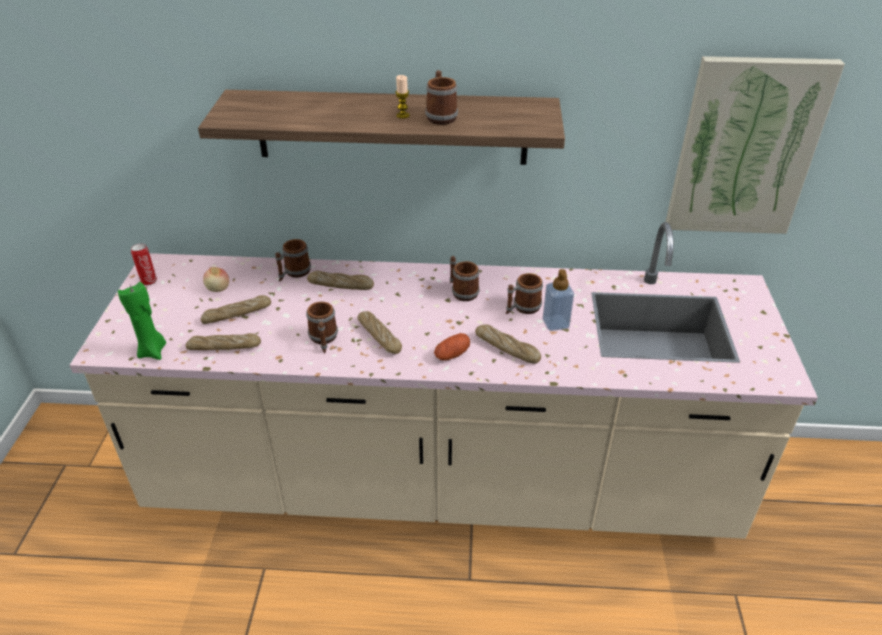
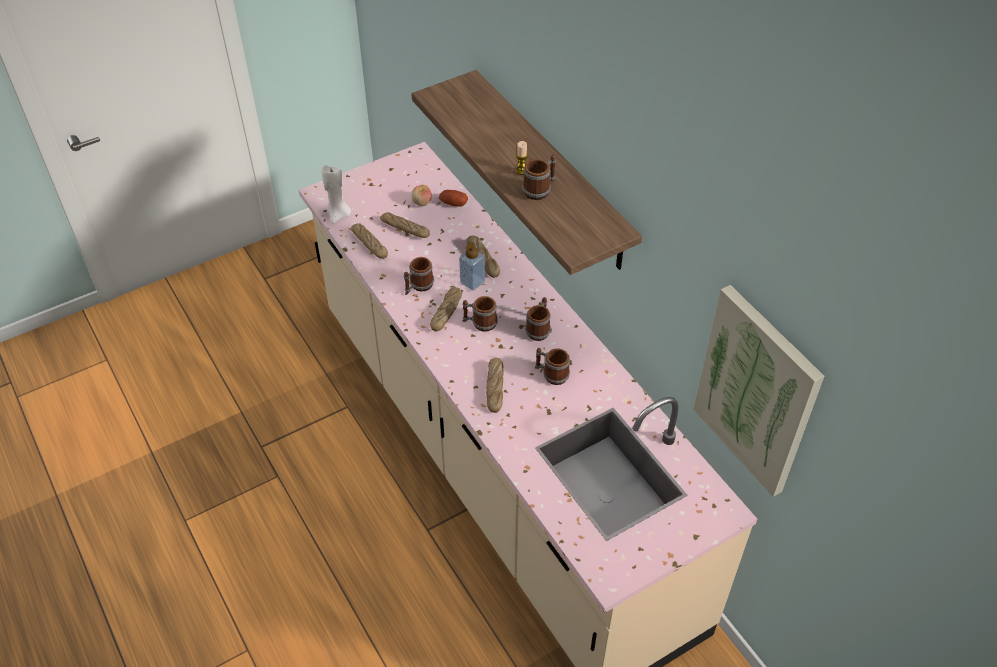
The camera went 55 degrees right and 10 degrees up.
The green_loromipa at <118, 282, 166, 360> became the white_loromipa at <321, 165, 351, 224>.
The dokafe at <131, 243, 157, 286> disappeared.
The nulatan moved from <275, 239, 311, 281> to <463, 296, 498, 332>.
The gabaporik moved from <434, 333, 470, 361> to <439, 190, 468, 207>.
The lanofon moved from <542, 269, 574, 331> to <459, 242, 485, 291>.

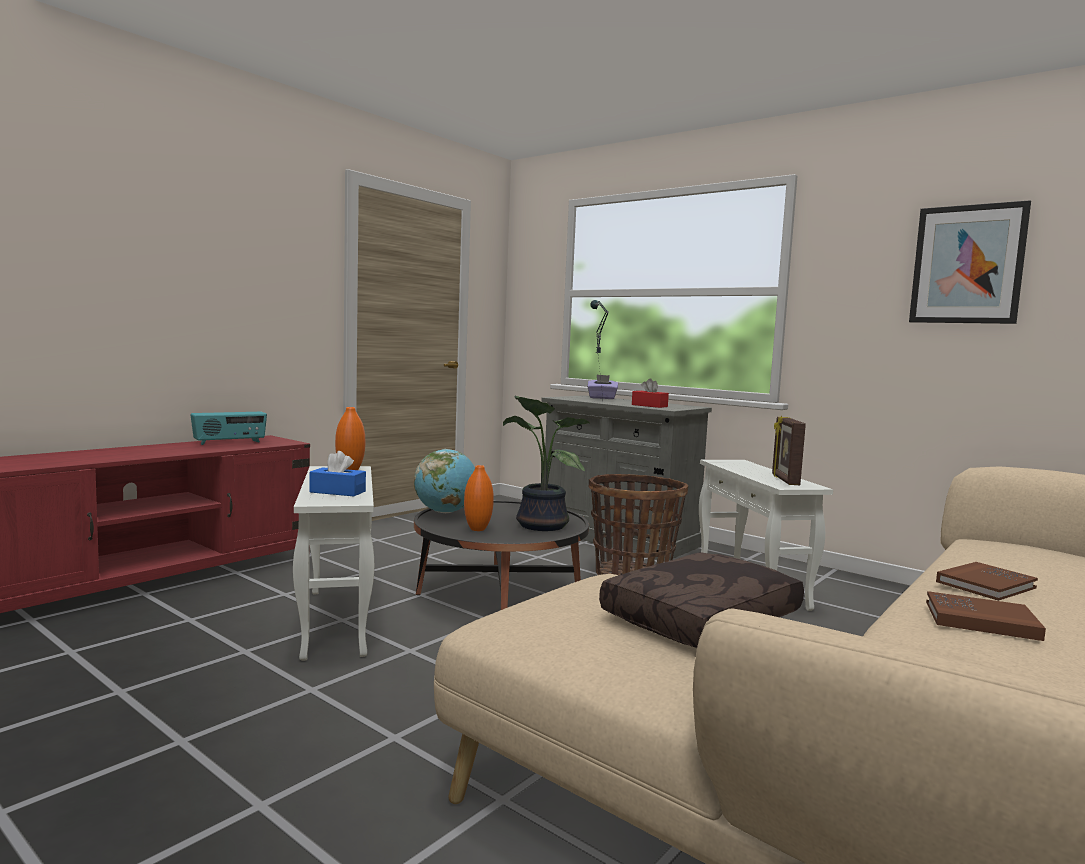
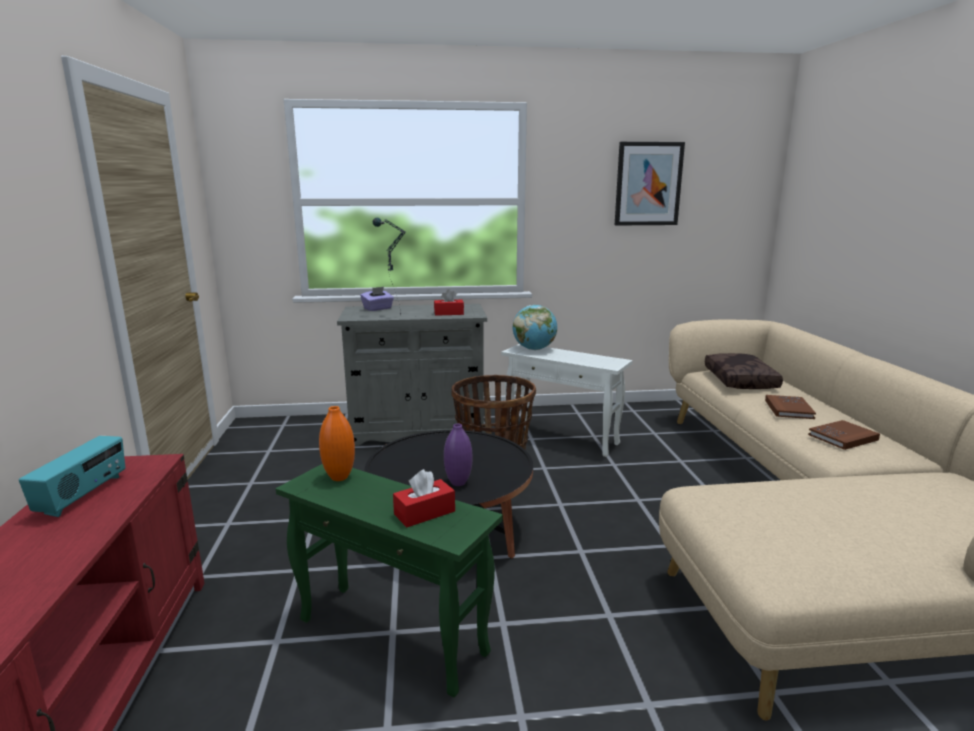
The camera went 45 degrees left and 10 degrees up.
The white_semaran at <293, 466, 374, 661> became the green_semaran at <276, 464, 503, 698>.
The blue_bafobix at <310, 451, 366, 496> became the red_bafobix at <393, 469, 455, 527>.
The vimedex moved from <414, 449, 475, 513> to <513, 305, 557, 350>.
The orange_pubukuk at <464, 465, 494, 531> became the purple_pubukuk at <444, 424, 473, 486>.
The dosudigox at <503, 396, 589, 531> disappeared.
The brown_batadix moved from <599, 552, 804, 648> to <705, 353, 783, 389>.
The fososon at <772, 416, 806, 485> disappeared.

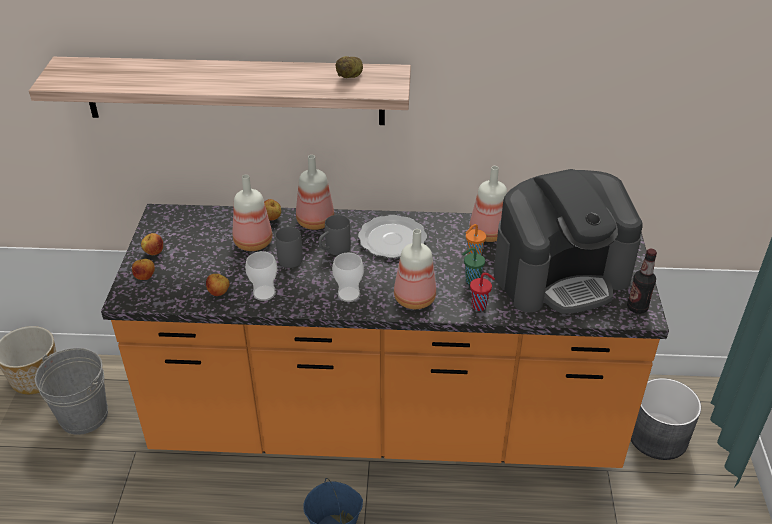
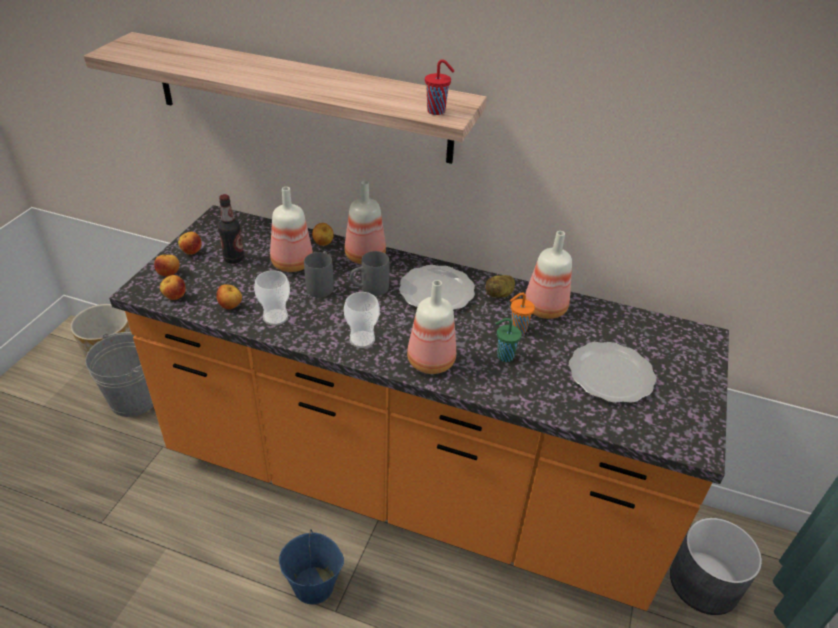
The camera went 15 degrees right and 0 degrees up.
The gabaporik moved from <336, 56, 363, 78> to <486, 275, 515, 298>.
The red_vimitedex moved from <470, 273, 495, 311> to <425, 59, 454, 115>.
The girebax at <494, 169, 643, 314> was replaced by the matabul at <569, 342, 657, 403>.
The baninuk moved from <627, 249, 657, 314> to <218, 194, 244, 264>.
The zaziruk at <160, 275, 186, 300> appeared.

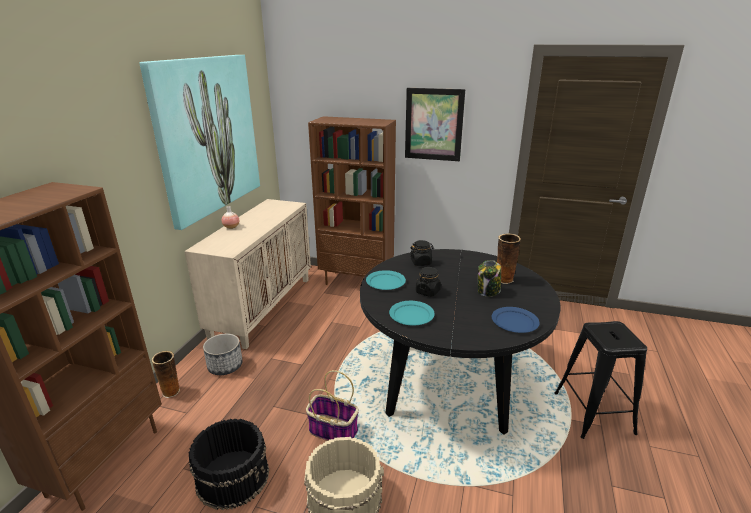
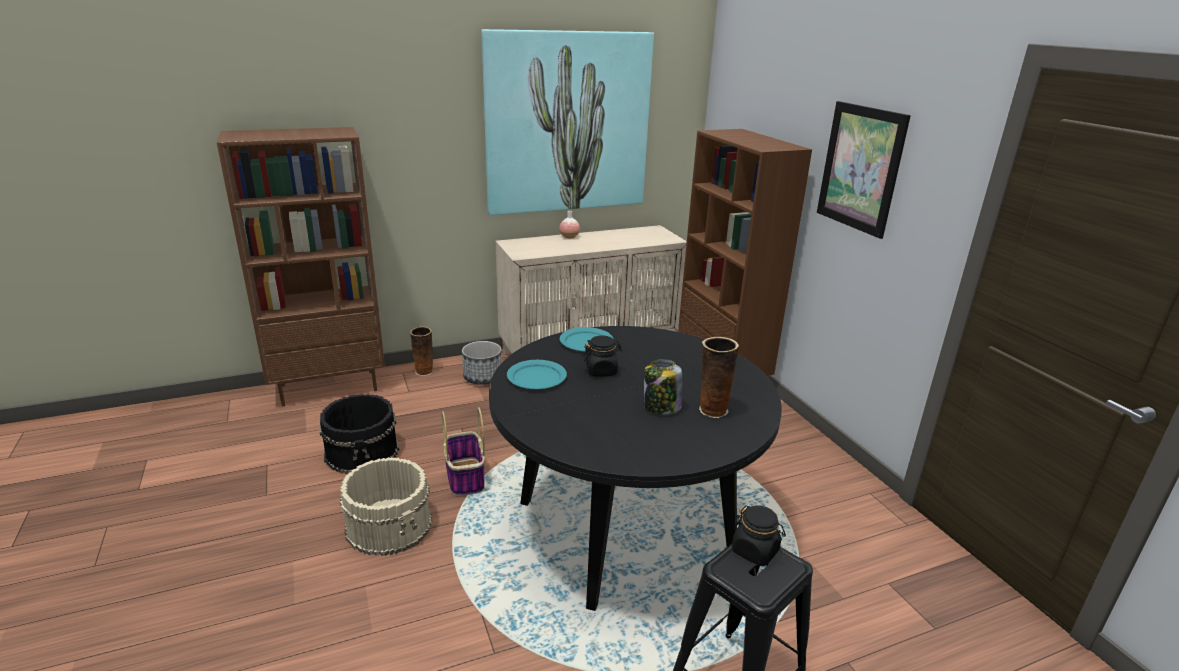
The camera went 50 degrees right and 0 degrees up.
The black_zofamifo moved from <410, 240, 434, 266> to <732, 505, 786, 566>.
The blue_matabul at <492, 307, 540, 333> disappeared.

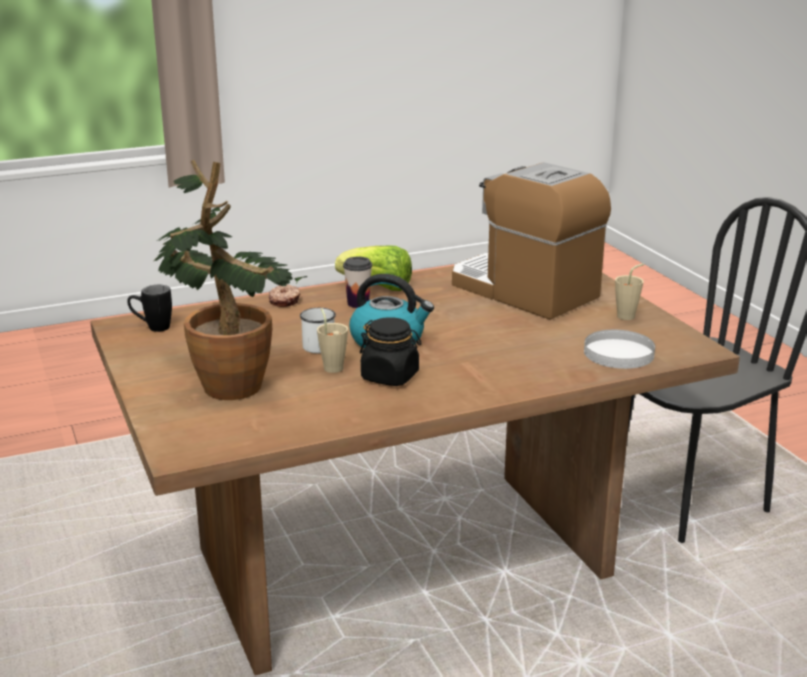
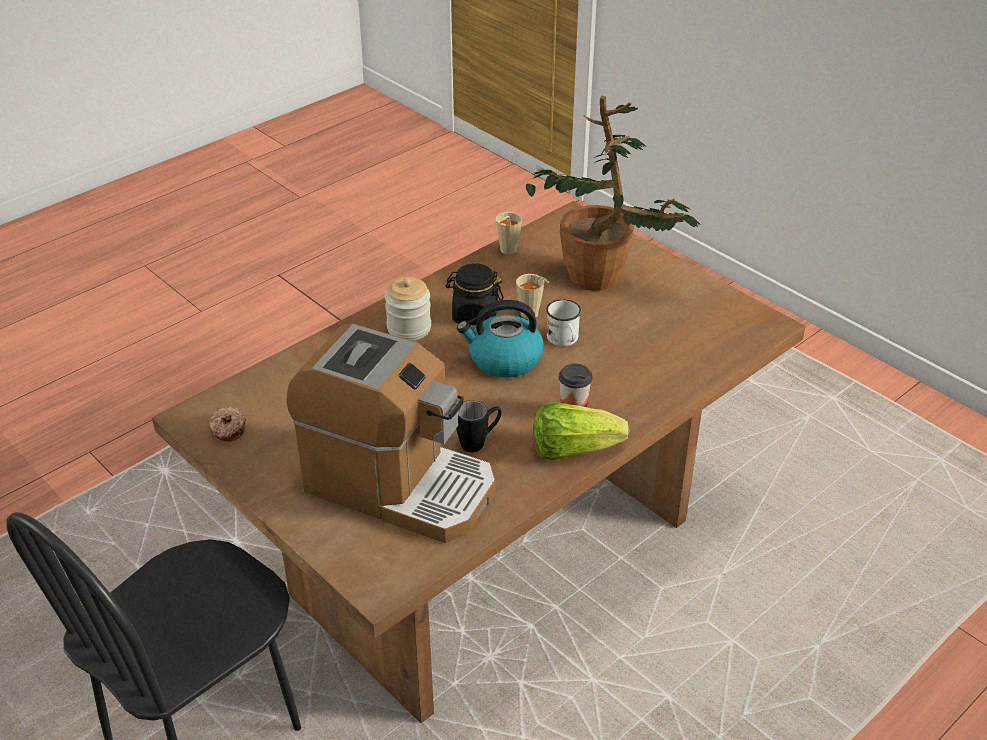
The camera went 160 degrees right and 15 degrees up.
The black_nulatan moved from <127, 285, 172, 332> to <456, 400, 502, 452>.
The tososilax moved from <269, 285, 300, 307> to <209, 407, 246, 441>.
The white_matabul at <584, 330, 655, 369> disappeared.
The beige_vimitedex moved from <615, 264, 644, 320> to <496, 212, 522, 254>.
The zofamifo at <385, 277, 431, 341> appeared.

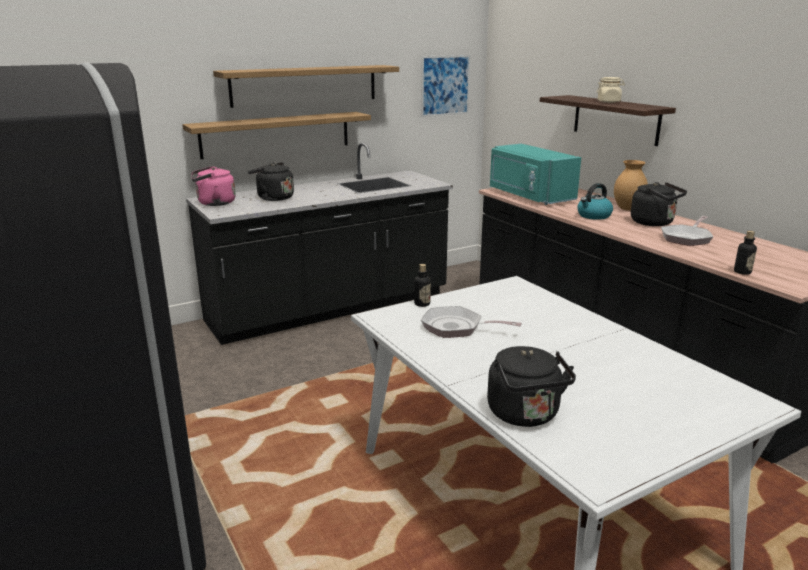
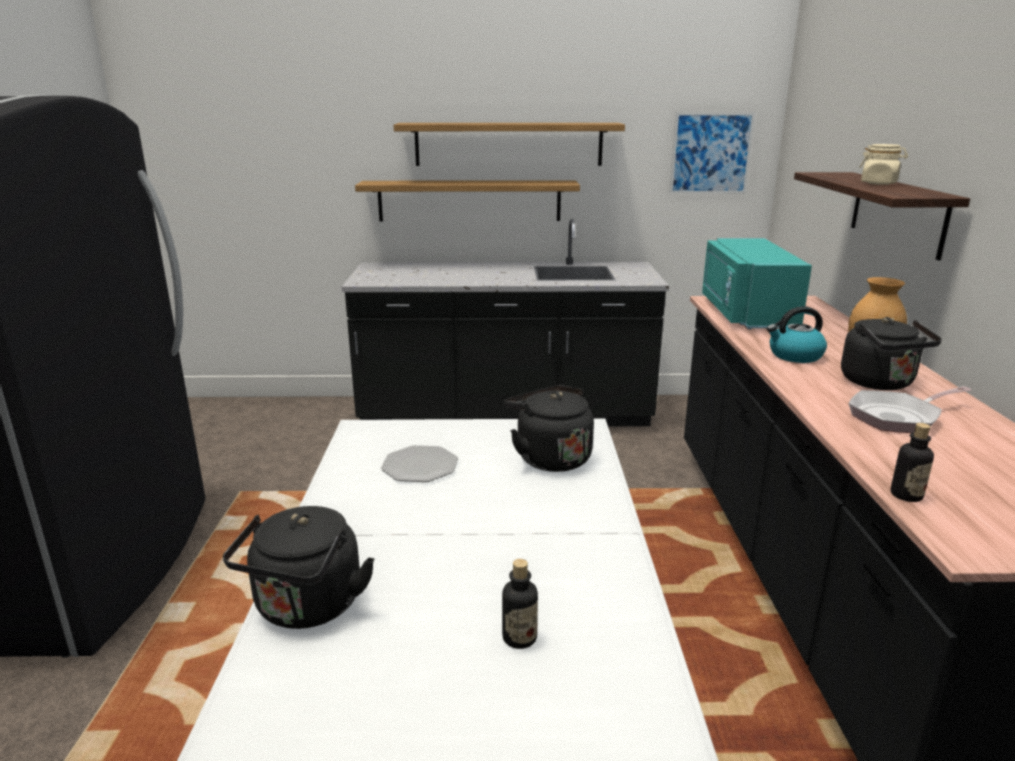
The camera went 30 degrees right and 0 degrees up.
The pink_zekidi at <192, 166, 236, 206> disappeared.
The black_zekidi moved from <248, 162, 294, 201> to <504, 385, 594, 472>.
The baninuk moved from <414, 264, 431, 307> to <502, 559, 538, 649>.
The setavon at <421, 306, 522, 338> was replaced by the matabul at <381, 445, 458, 482>.

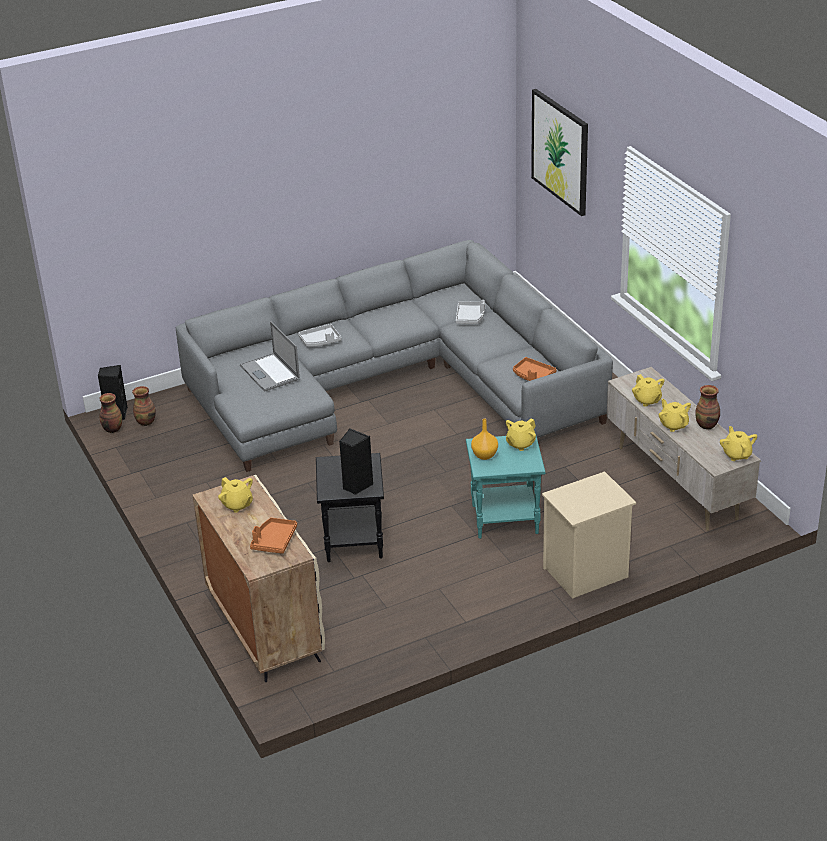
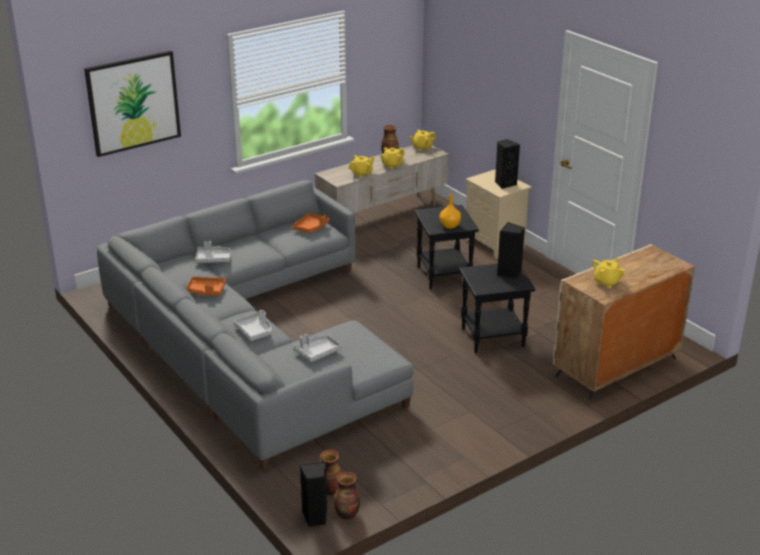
The camera went 100 degrees left and 5 degrees down.
The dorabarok at <240, 321, 300, 391> was replaced by the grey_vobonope at <294, 334, 342, 362>.
The orange_vobonope moved from <250, 518, 297, 554> to <186, 277, 226, 296>.
The turquoise_semaran at <466, 436, 545, 539> became the black_semaran at <414, 205, 479, 289>.
The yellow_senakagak at <506, 418, 536, 451> disappeared.
The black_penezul at <495, 139, 520, 189> appeared.

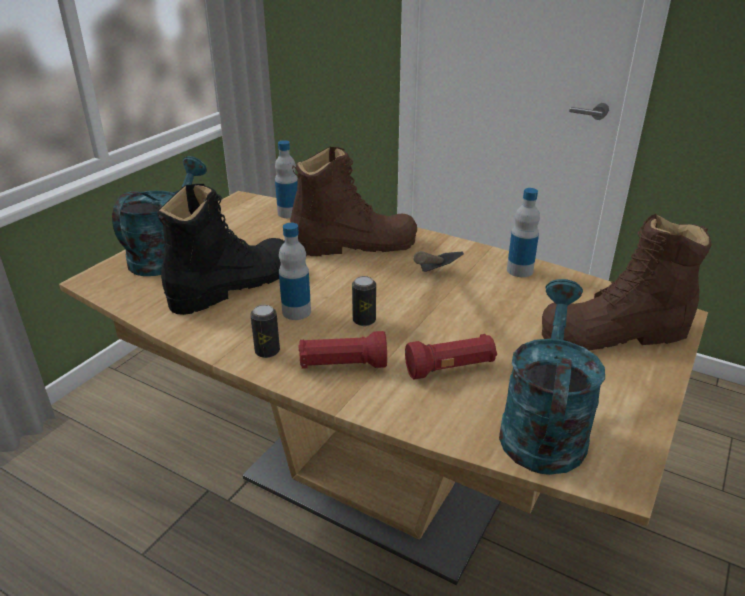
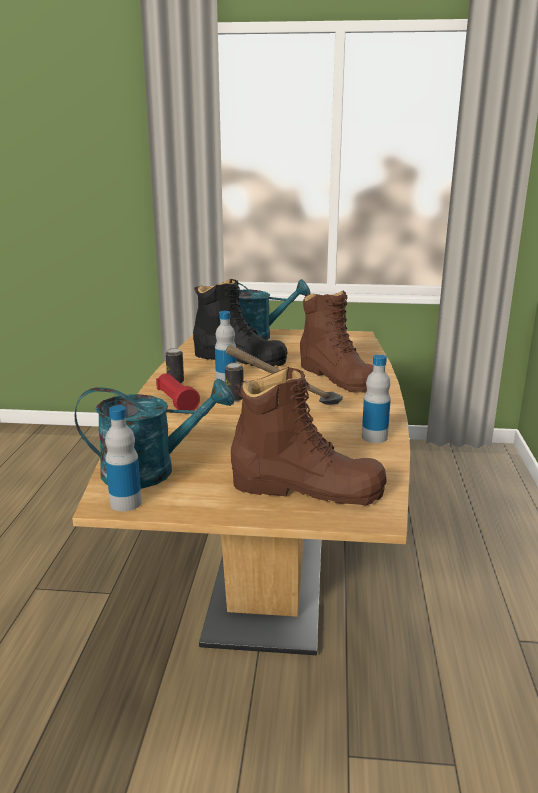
The camera went 65 degrees right and 10 degrees down.
The baninuk moved from <275, 140, 298, 218> to <105, 405, 142, 512>.
The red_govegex at <405, 334, 497, 379> disappeared.
The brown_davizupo at <542, 213, 712, 351> turned 135 degrees clockwise.

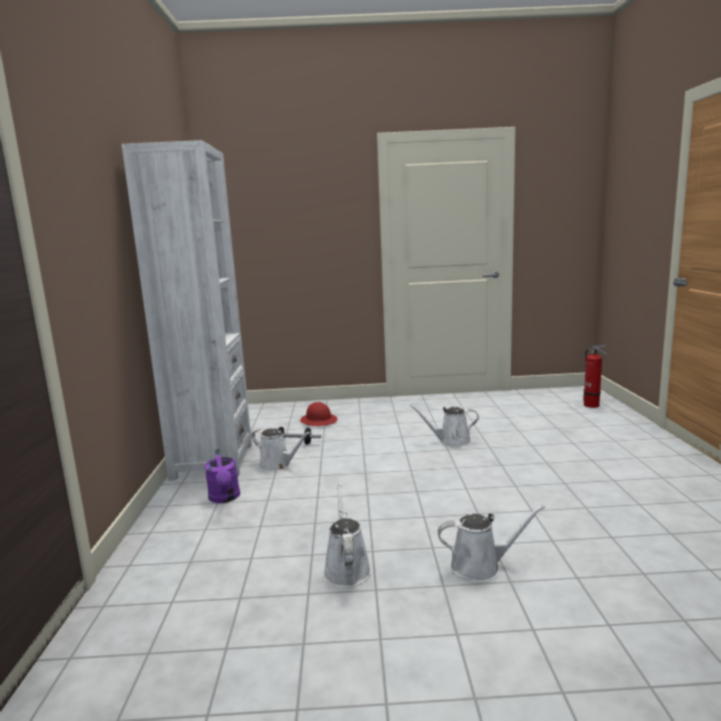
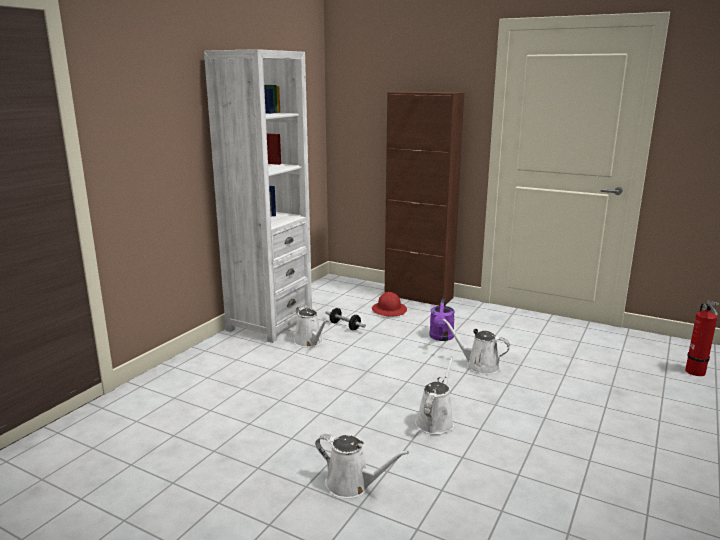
The camera went 30 degrees right and 5 degrees up.
The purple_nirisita moved from <205, 449, 240, 503> to <429, 299, 455, 341>.
The white_nirisita moved from <323, 484, 371, 588> to <415, 356, 454, 435>.
The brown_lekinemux at <385, 91, 464, 306> appeared.

